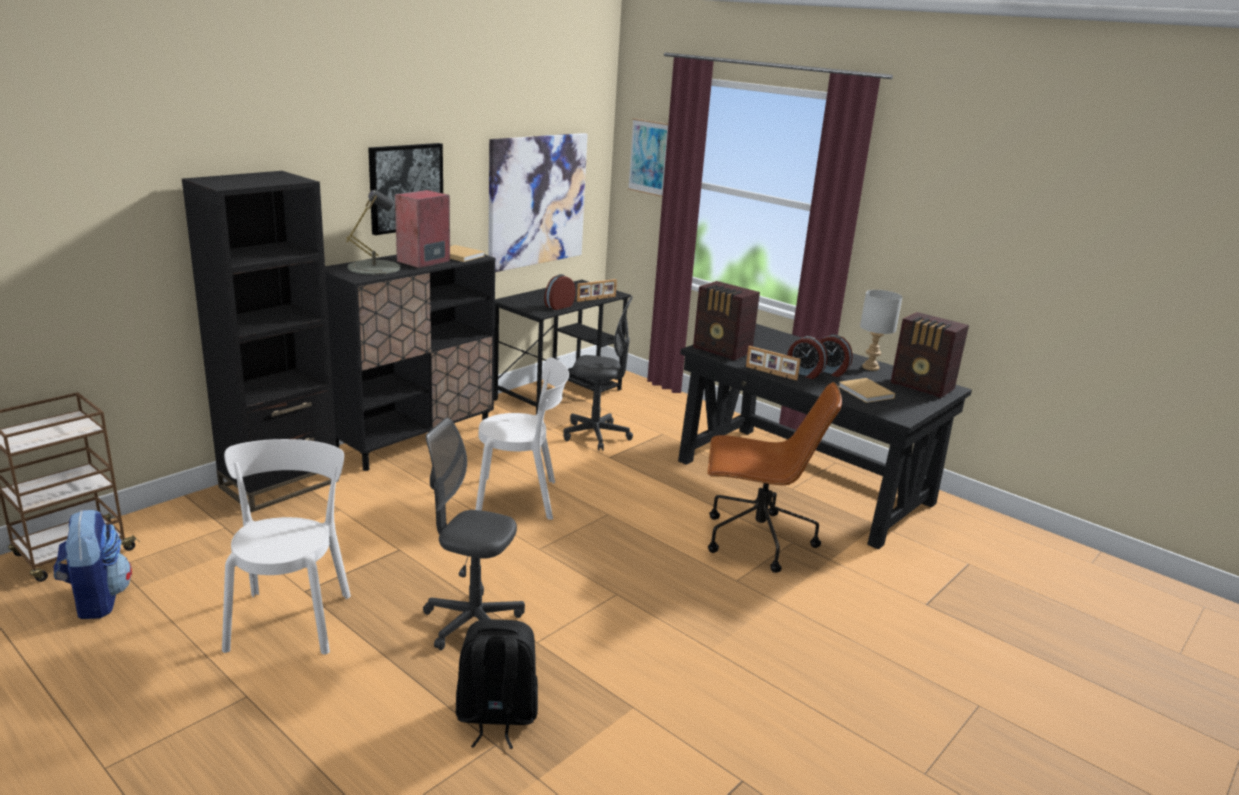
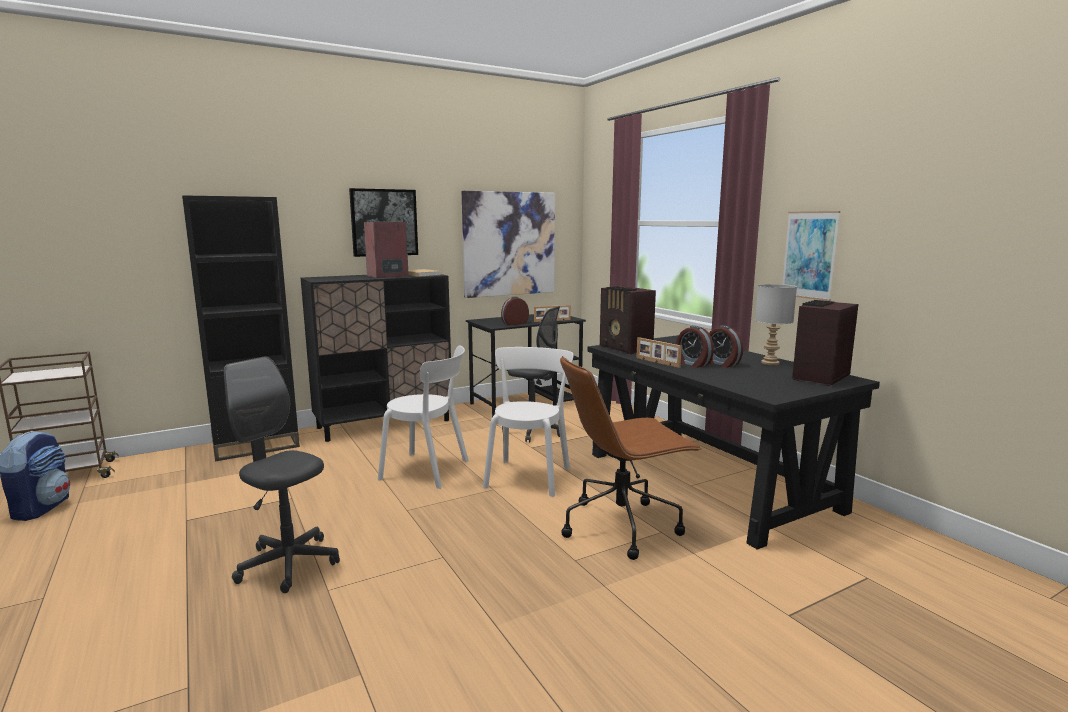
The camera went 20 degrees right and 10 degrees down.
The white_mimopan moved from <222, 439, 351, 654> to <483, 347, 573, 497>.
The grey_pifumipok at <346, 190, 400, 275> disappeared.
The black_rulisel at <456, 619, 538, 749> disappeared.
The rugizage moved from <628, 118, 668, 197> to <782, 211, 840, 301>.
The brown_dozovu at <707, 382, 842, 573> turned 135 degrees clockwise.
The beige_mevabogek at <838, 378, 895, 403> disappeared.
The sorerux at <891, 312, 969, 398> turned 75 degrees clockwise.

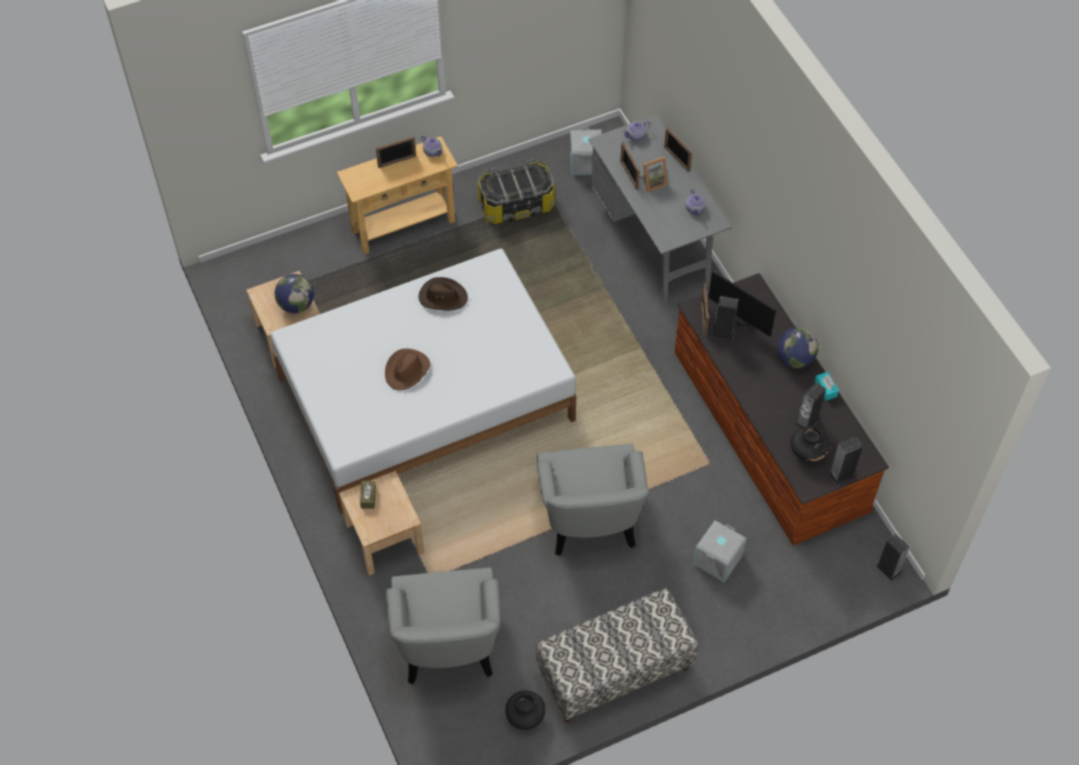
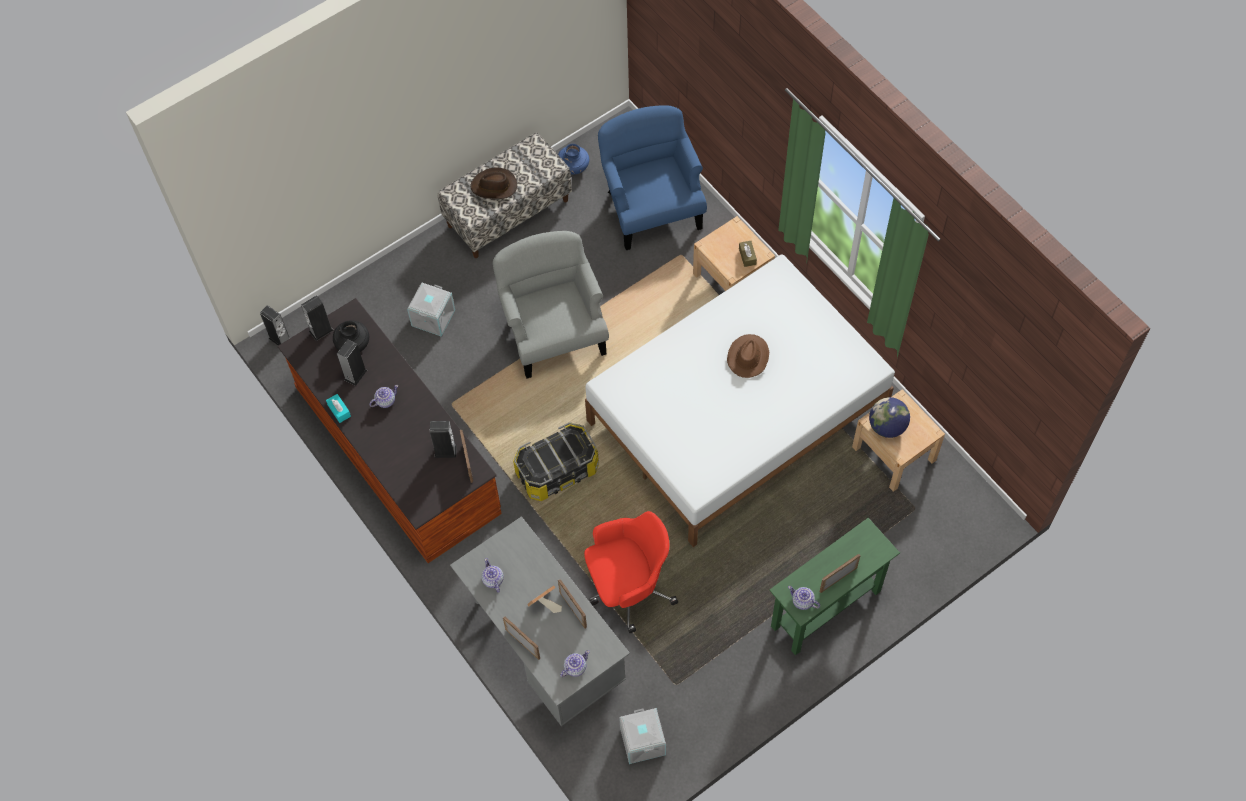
The camera went 170 degrees right and 5 degrees up.
The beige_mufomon at <337, 136, 458, 254> became the green_mufomon at <769, 518, 900, 655>.
The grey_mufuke at <386, 568, 500, 684> became the blue_mufuke at <598, 105, 707, 250>.
The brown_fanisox moved from <419, 277, 468, 311> to <470, 167, 517, 199>.
The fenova moved from <477, 159, 555, 224> to <513, 422, 599, 501>.
The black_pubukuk at <505, 690, 546, 730> became the blue_pubukuk at <558, 144, 589, 174>.
The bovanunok at <708, 270, 776, 337> disappeared.
The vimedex at <777, 327, 818, 368> disappeared.
The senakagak at <369, 385, 398, 408> appeared.
The red_dozovu at <584, 511, 678, 633> appeared.

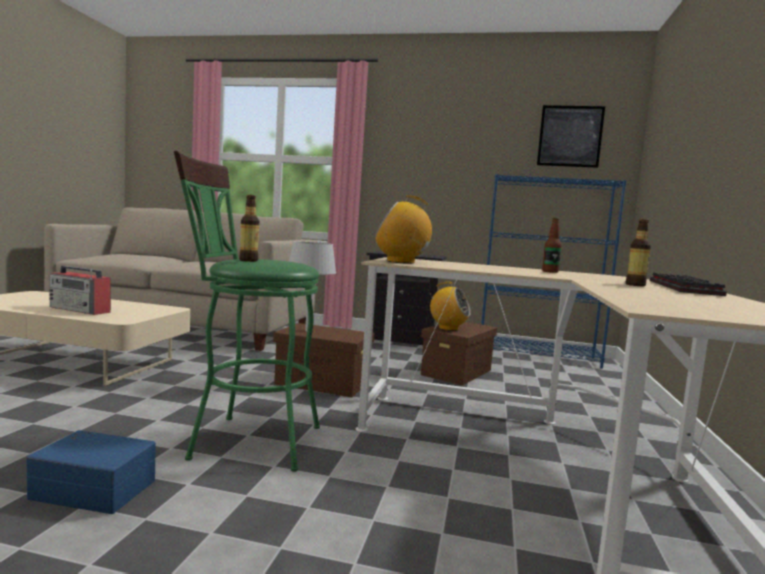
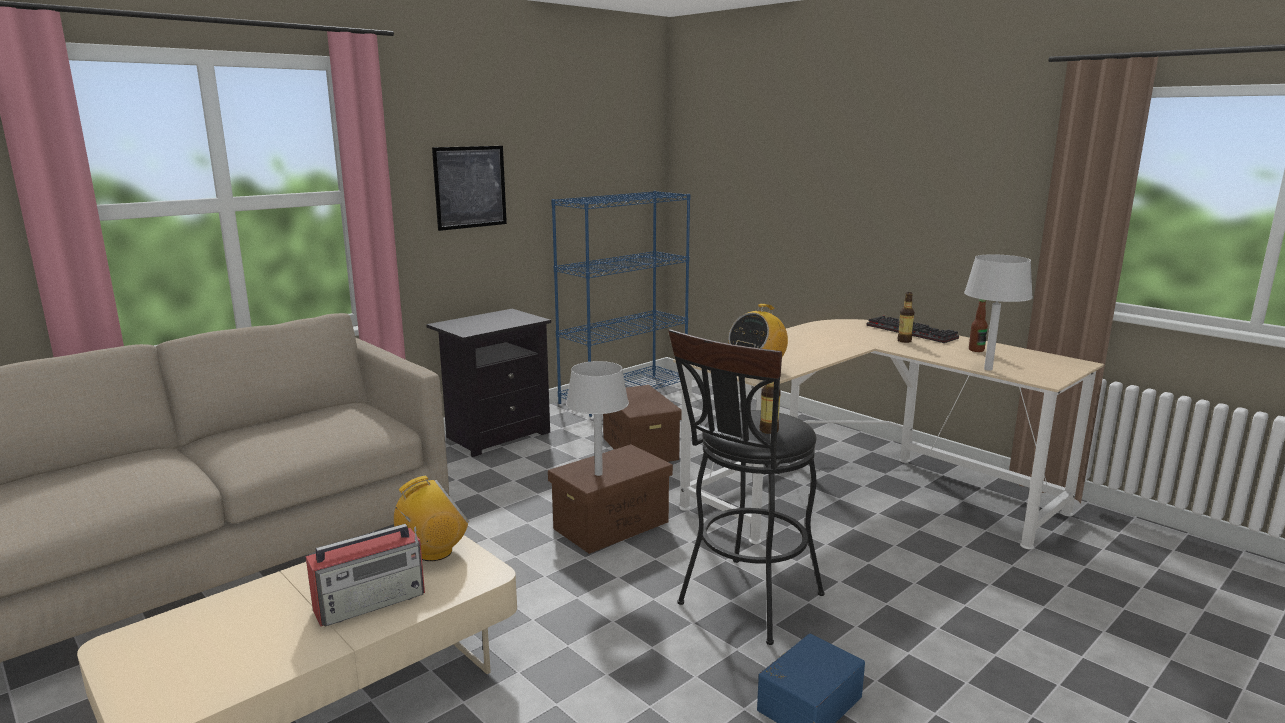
The camera went 55 degrees left and 10 degrees up.
The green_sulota at <174, 151, 320, 472> became the black_sulota at <668, 329, 825, 645>.
The sorerux moved from <430, 282, 471, 331> to <394, 476, 469, 561>.
The rugizage moved from <537, 105, 605, 168> to <432, 146, 507, 231>.
The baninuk moved from <542, 217, 562, 273> to <969, 299, 988, 352>.
The grey_pifumipok at <964, 254, 1033, 371> appeared.

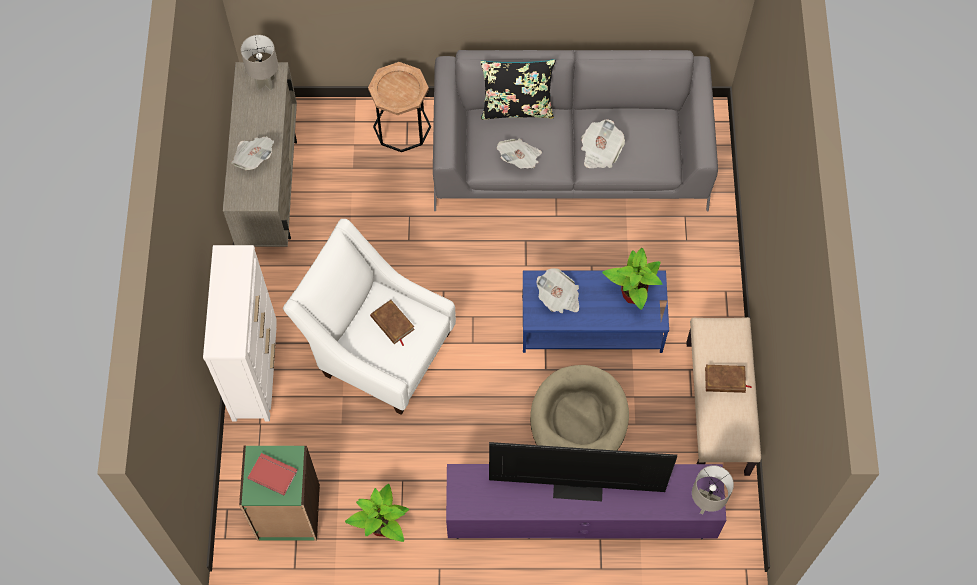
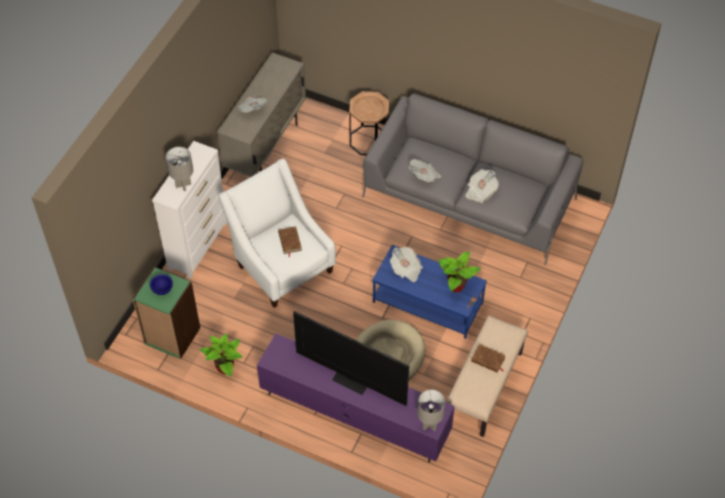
The camera went 25 degrees right and 10 degrees down.
The grey_pifumipok moved from <241, 35, 278, 90> to <166, 147, 193, 191>.
The red_mevabogek at <248, 453, 298, 495> was replaced by the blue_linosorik at <150, 274, 173, 295>.
The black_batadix at <480, 59, 556, 120> disappeared.

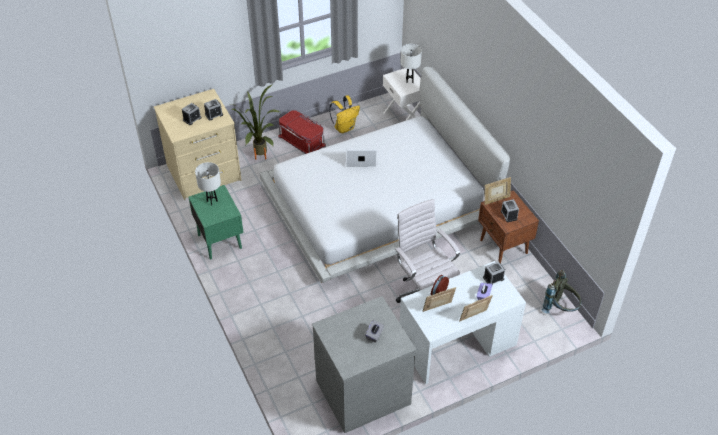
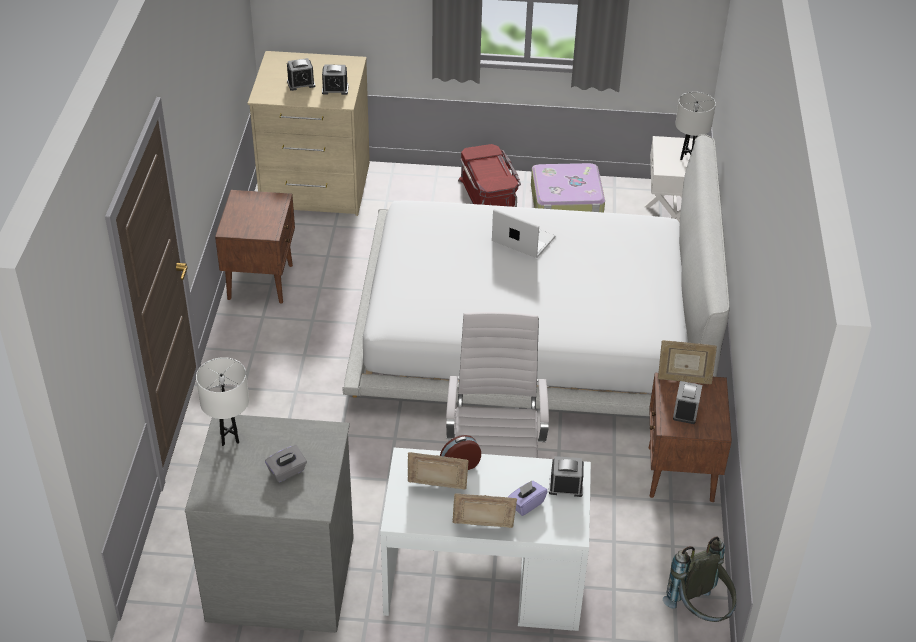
The camera went 30 degrees right and 5 degrees down.
The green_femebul at <188, 185, 244, 260> became the brown_femebul at <215, 190, 295, 304>.
The white_pifumipok moved from <195, 162, 221, 205> to <196, 357, 249, 446>.
The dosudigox at <231, 84, 280, 160> disappeared.
The yellow_rulisel at <329, 95, 360, 133> was replaced by the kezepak at <531, 163, 605, 212>.

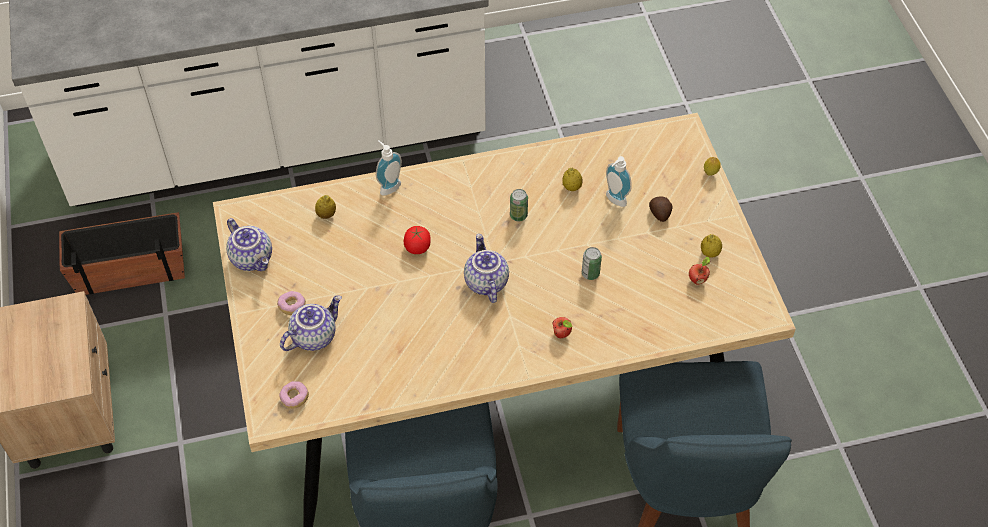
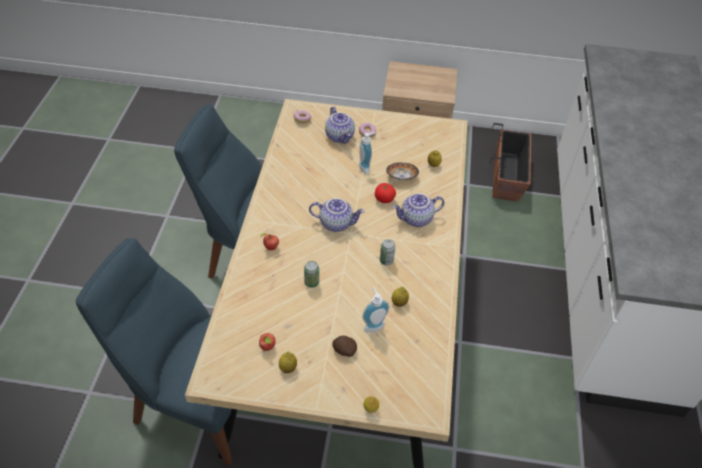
The camera went 110 degrees right and 5 degrees down.
The senakagak moved from <226, 218, 272, 271> to <392, 193, 444, 227>.
The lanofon moved from <376, 140, 402, 195> to <359, 132, 376, 174>.
The linosorik at <386, 162, 419, 181> appeared.

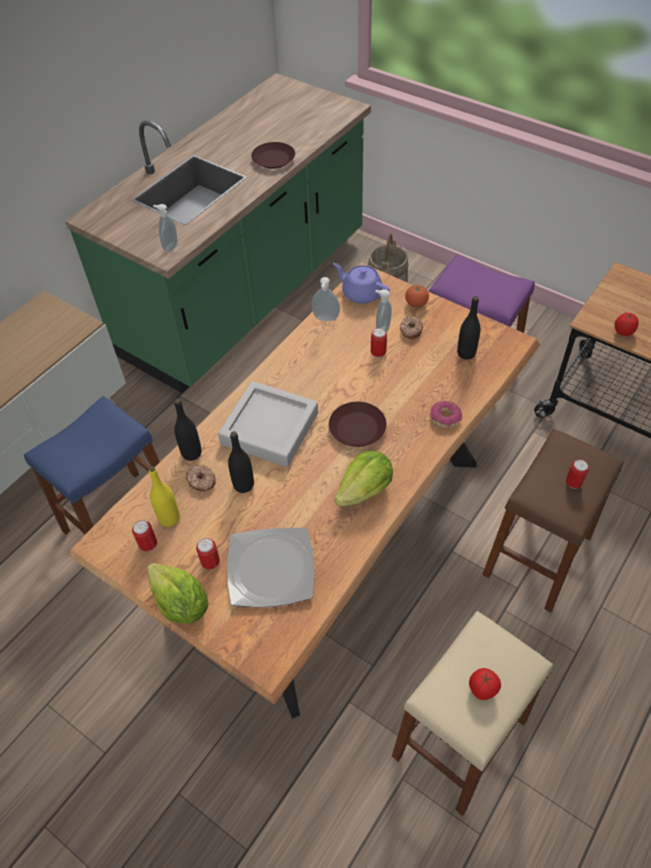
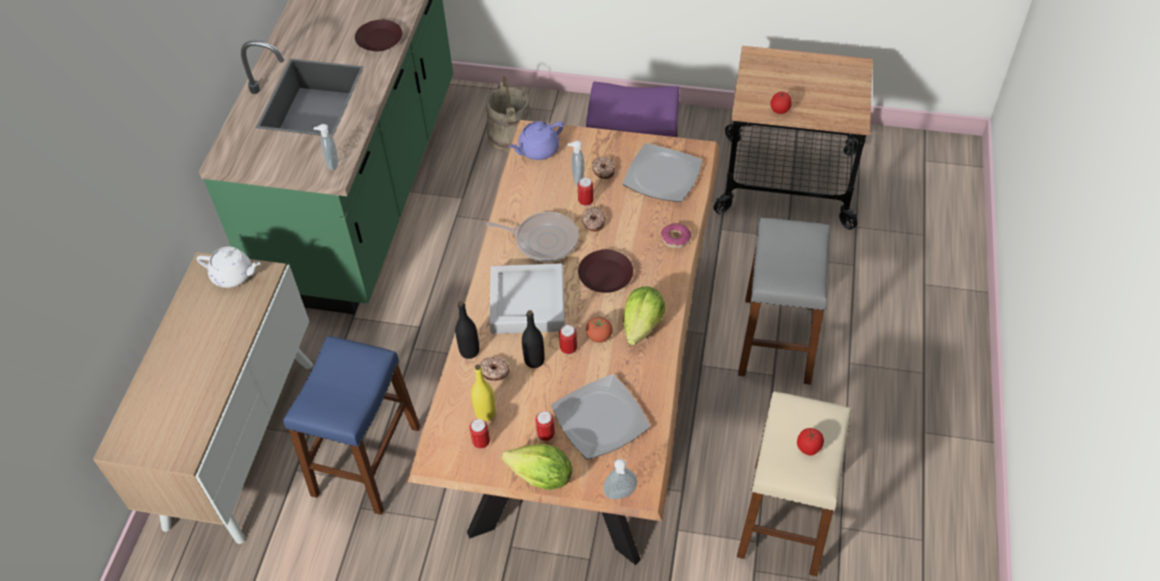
The camera went 25 degrees left and 0 degrees up.
The lanofon moved from <312, 277, 340, 321> to <603, 459, 637, 499>.
The purple_senakagak at <333, 263, 390, 304> turned 45 degrees counterclockwise.
The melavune moved from <405, 284, 429, 307> to <586, 317, 613, 343>.
The black_baninuk at <457, 296, 480, 360> was replaced by the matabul at <623, 143, 703, 202>.
The brown_sulota at <482, 429, 624, 612> became the grey_sulota at <738, 218, 830, 385>.
The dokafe moved from <566, 459, 589, 489> to <559, 325, 577, 355>.
The white_senakagak at <197, 247, 261, 288> appeared.
The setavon at <486, 212, 579, 262> appeared.
The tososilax at <582, 208, 606, 232> appeared.

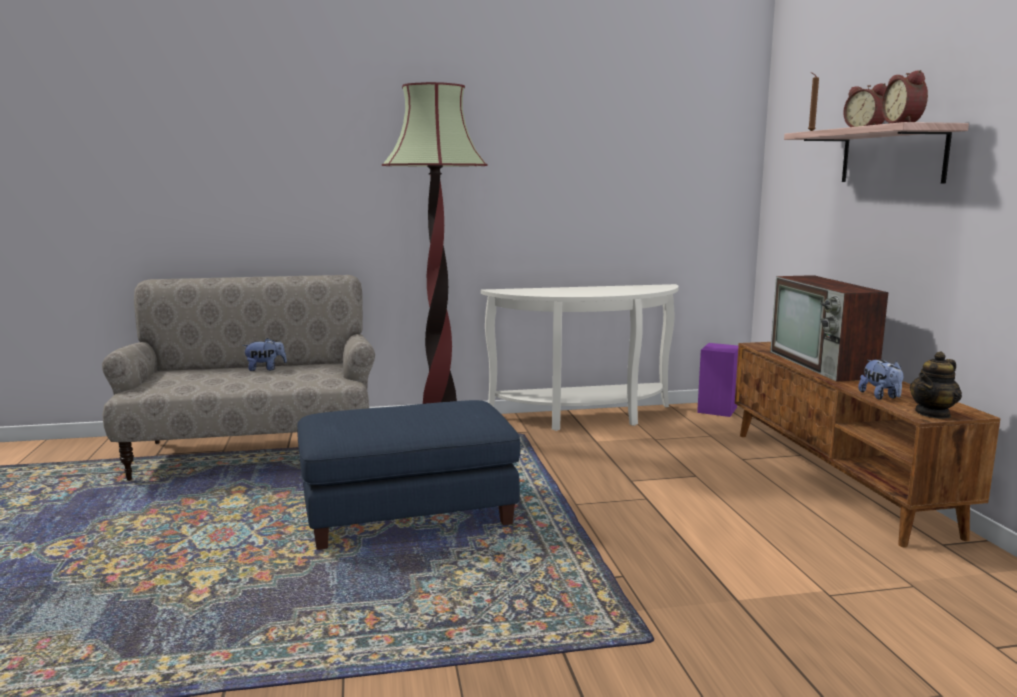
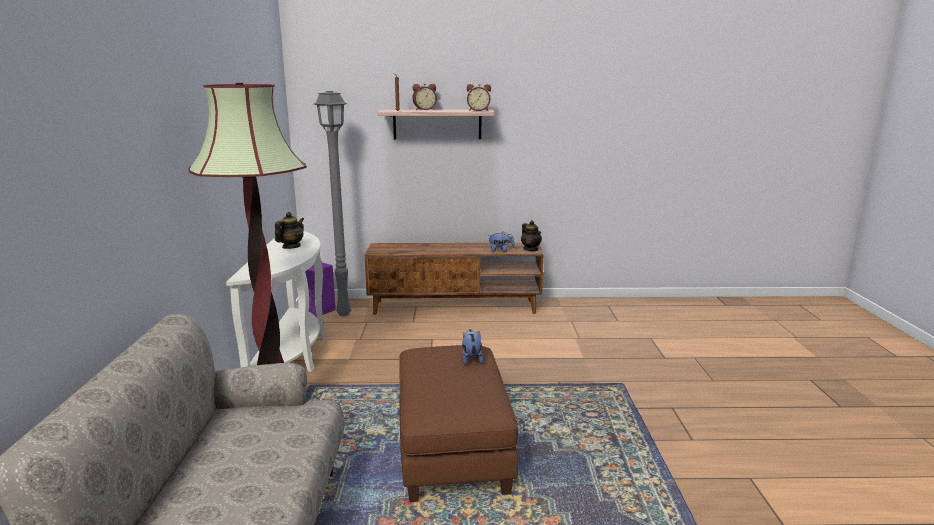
The camera went 80 degrees left and 5 degrees up.
The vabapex moved from <242, 338, 287, 371> to <462, 329, 484, 365>.
The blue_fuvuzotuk at <297, 400, 520, 550> became the brown_fuvuzotuk at <399, 345, 518, 502>.
The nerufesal at <770, 275, 888, 382> disappeared.
The senakagak at <275, 212, 304, 249> appeared.
The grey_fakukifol at <313, 91, 352, 316> appeared.

